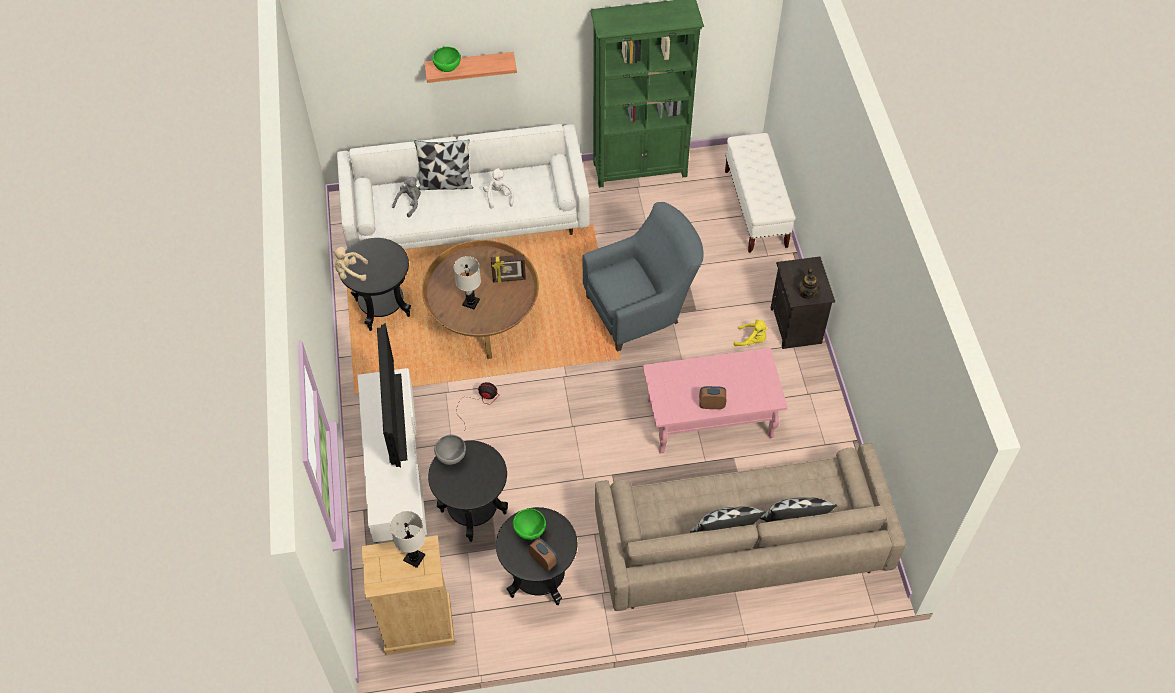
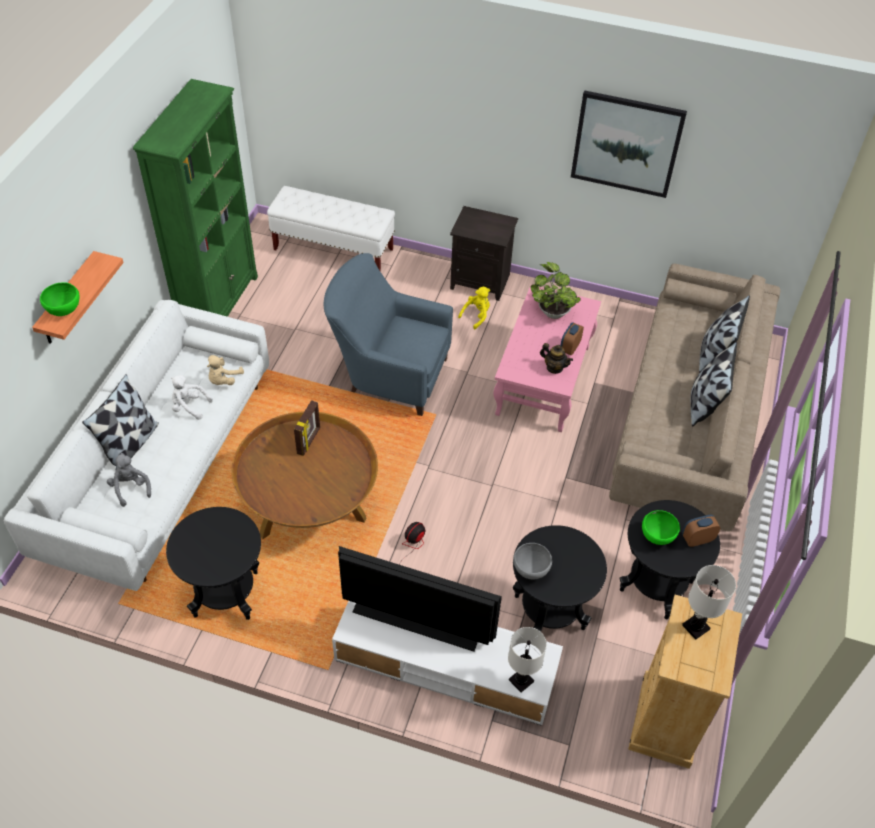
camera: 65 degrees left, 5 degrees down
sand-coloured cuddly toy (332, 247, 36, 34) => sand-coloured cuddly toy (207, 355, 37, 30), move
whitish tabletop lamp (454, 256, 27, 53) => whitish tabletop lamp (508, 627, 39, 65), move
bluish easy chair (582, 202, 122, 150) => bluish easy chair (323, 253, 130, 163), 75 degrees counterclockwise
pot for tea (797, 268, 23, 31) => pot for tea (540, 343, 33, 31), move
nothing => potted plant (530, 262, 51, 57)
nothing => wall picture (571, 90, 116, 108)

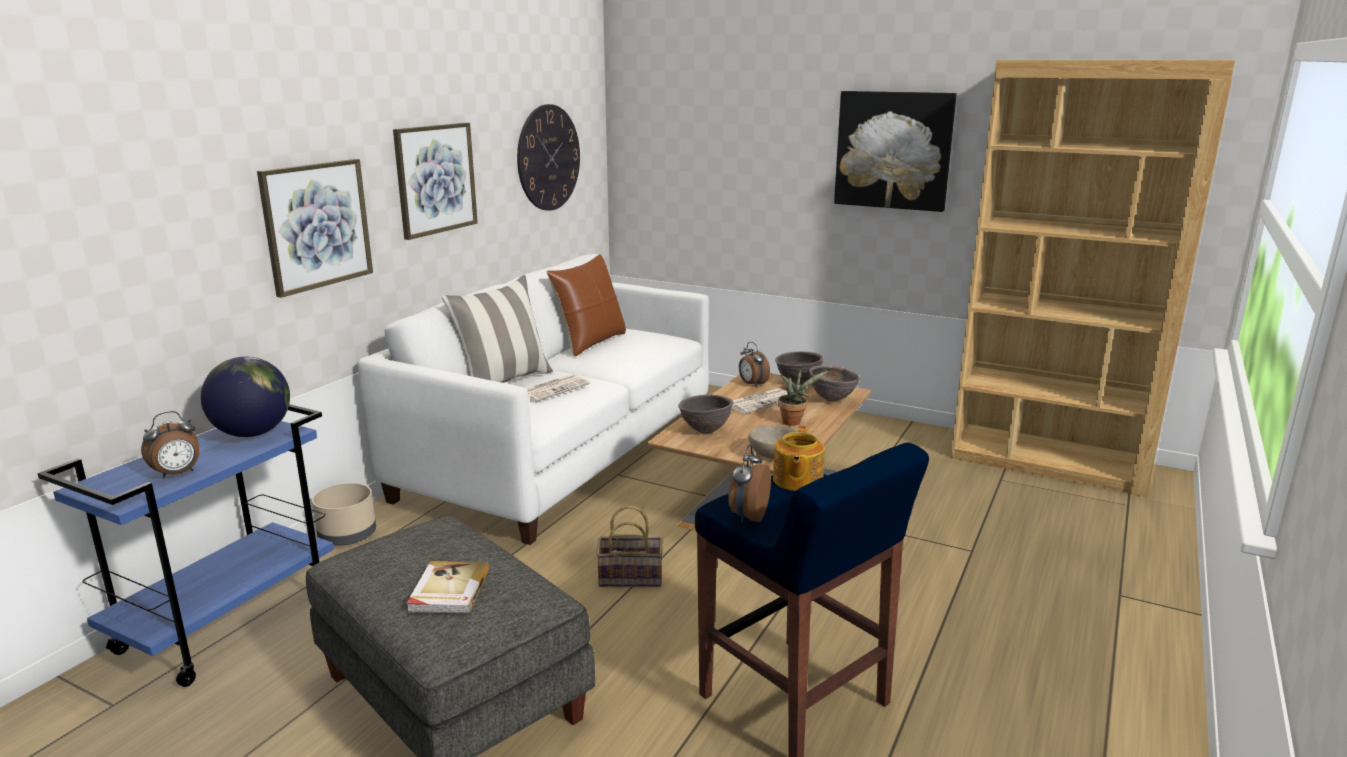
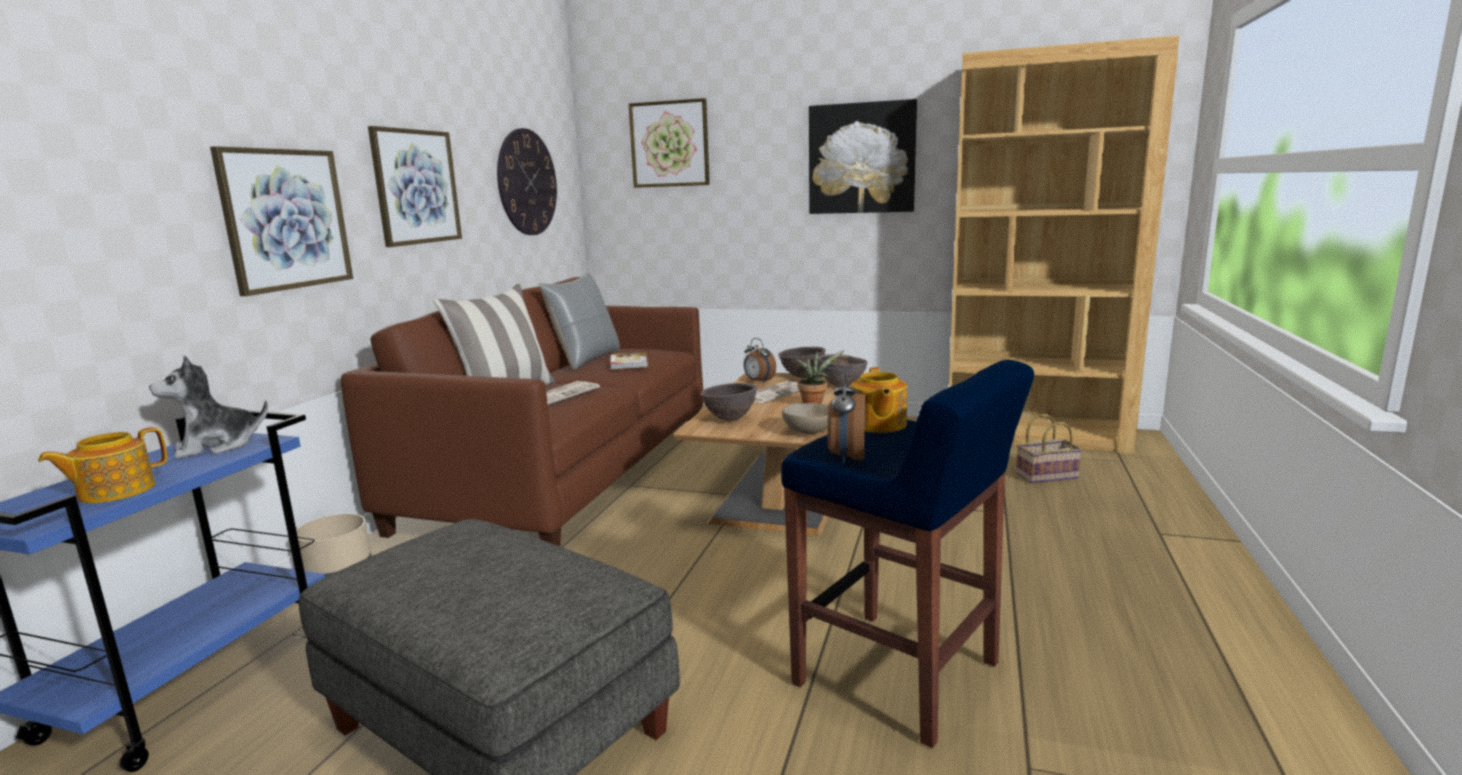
camera: 10 degrees left, 5 degrees down
alarm clock (141, 411, 58, 68) => pot for tea (38, 427, 129, 76)
globe (201, 357, 89, 80) => cuddly toy (149, 355, 119, 104)
whitish sofa (358, 254, 351, 291) => brown-coloured sofa (341, 277, 363, 269)
book (406, 561, 84, 53) => book (610, 352, 38, 17), move
brown-coloured cushion (546, 254, 80, 102) => grey cushion (539, 273, 81, 97)
household basket (596, 505, 67, 82) => household basket (1016, 414, 66, 69), move
nothing => wall picture (628, 98, 82, 90)

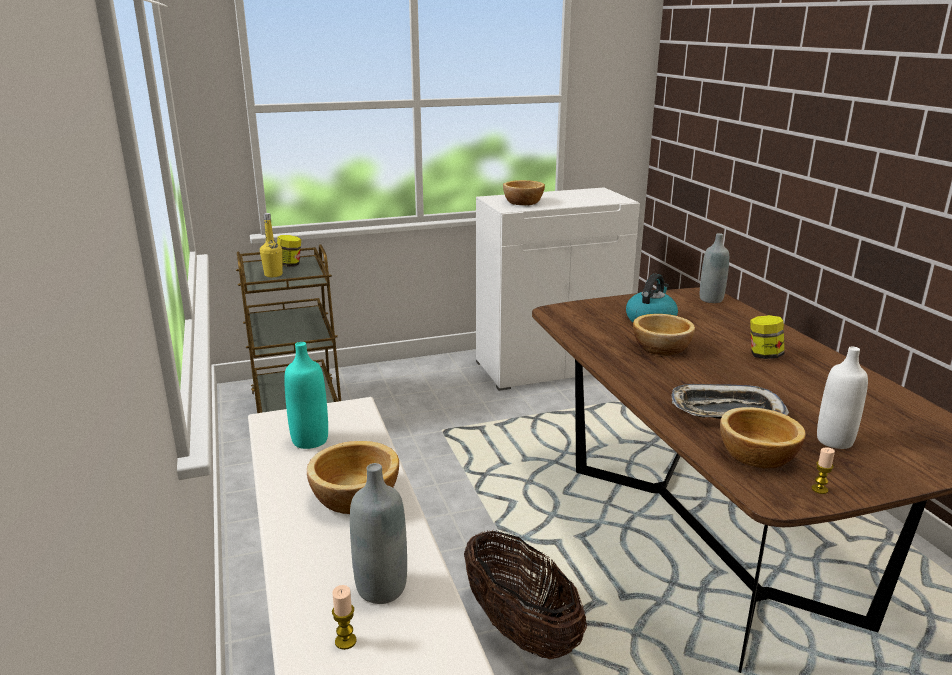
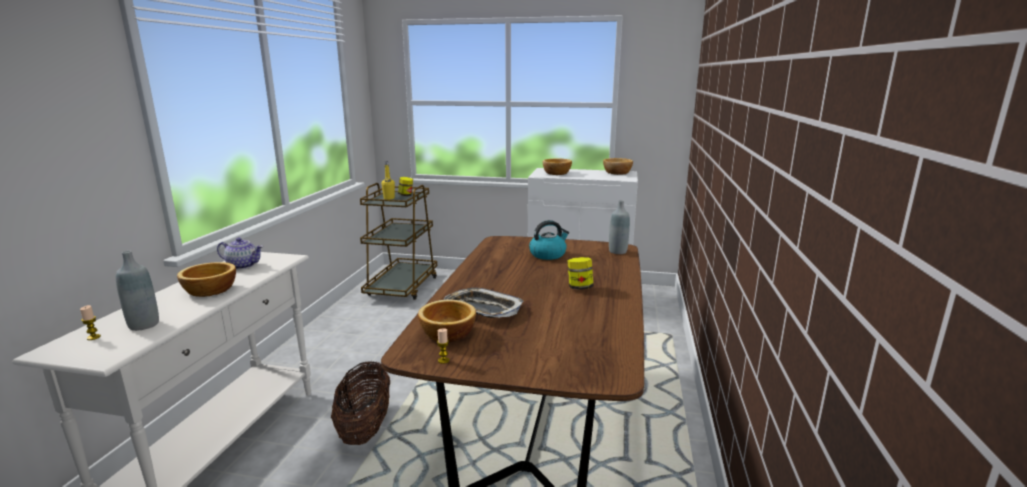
camera: 30 degrees right, 5 degrees down
blue-green bottle (284, 342, 44, 107) => pot for tea (217, 237, 46, 32)
deep dish (633, 314, 62, 42) => deep dish (603, 158, 30, 17), move
whitish bottle (817, 347, 51, 102) => nothing

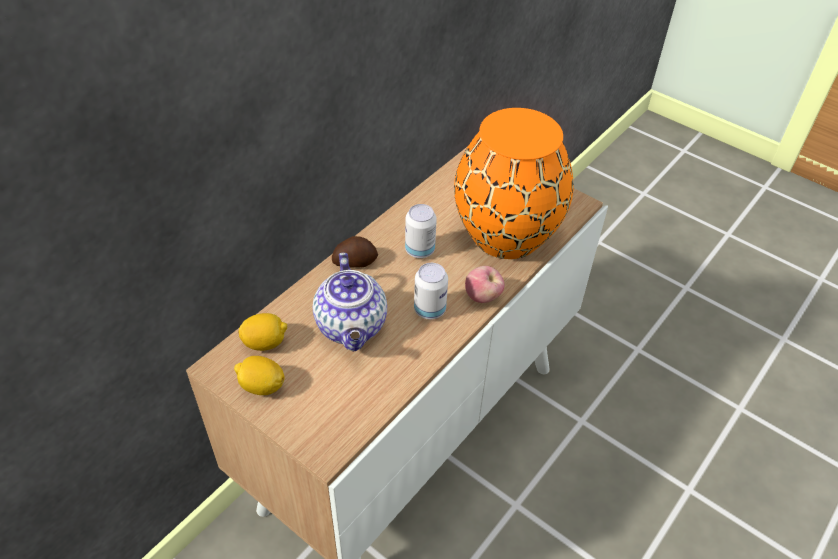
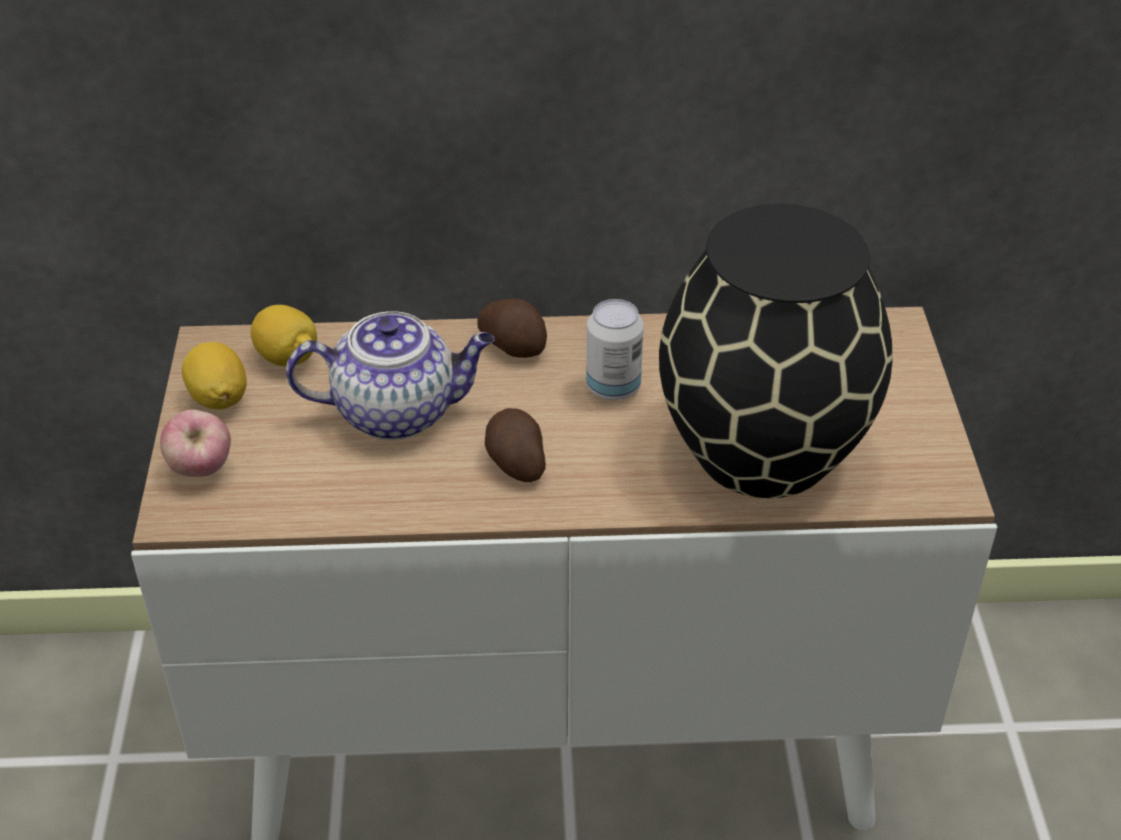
camera: 50 degrees right, 5 degrees down
pot for tea (313, 253, 74, 98) => pot for tea (286, 311, 209, 129), 135 degrees counterclockwise
sealed can (414, 263, 34, 56) => whole potato (485, 408, 61, 74)
orange flower vase (454, 108, 120, 151) => black-coloured flower vase (659, 204, 234, 294)
apple (465, 266, 39, 37) => apple (160, 409, 71, 68), move

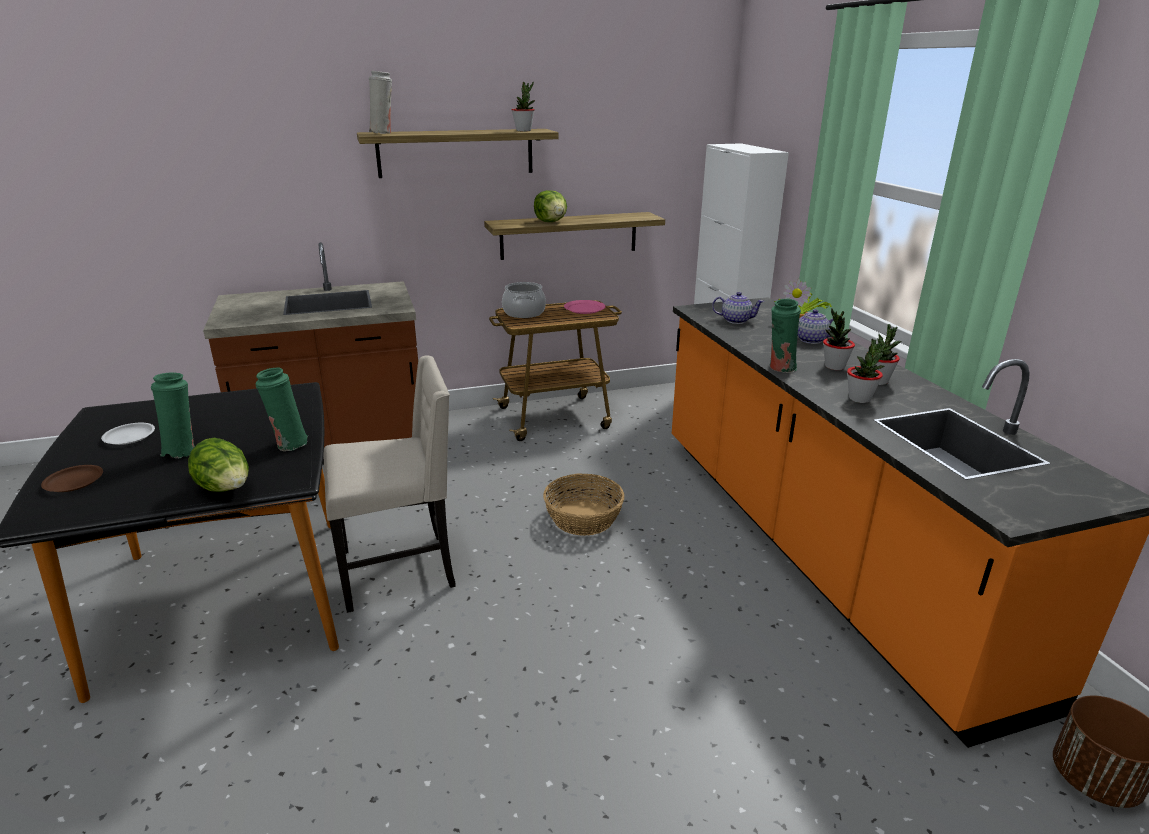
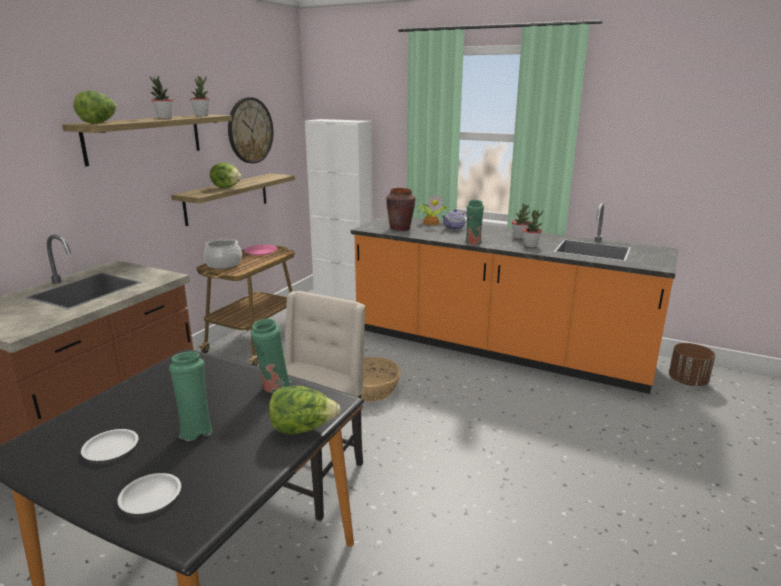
camera: 45 degrees left, 5 degrees down
brown-coloured flat dish (41, 465, 62, 27) => whitish flat dish (118, 473, 63, 41)
whitish flower vase (369, 71, 23, 63) => lettuce head (73, 90, 44, 34)
pot for tea (712, 292, 52, 32) => brown-coloured flower vase (386, 188, 30, 43)
potted plant (823, 308, 32, 62) => potted plant (150, 76, 24, 43), move
nothing => wall clock (228, 97, 45, 66)

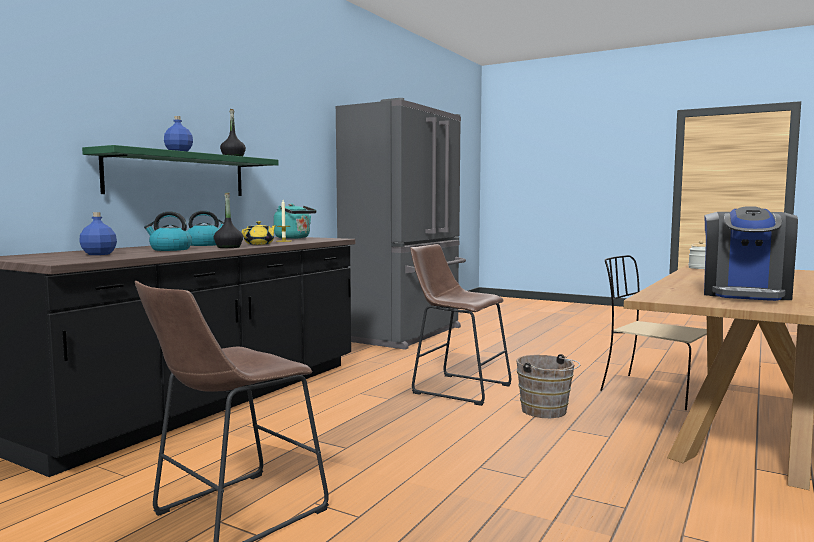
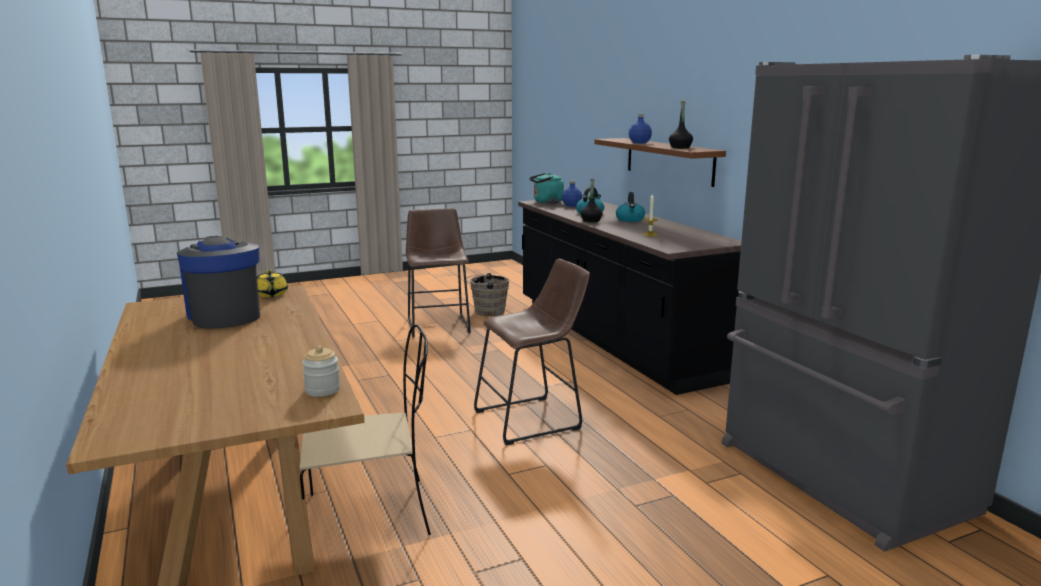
camera: 125 degrees right, 10 degrees up
greenish shelf (82, 145, 196, 51) => brown-coloured shelf (594, 138, 132, 49)
yellowish pot for tea (242, 221, 35, 24) => yellowish pot for tea (257, 270, 31, 27), move
blue-green tea kettle (274, 203, 42, 36) => blue-green tea kettle (530, 173, 34, 31), move
brown-coloured bucket (516, 354, 64, 64) => brown-coloured bucket (466, 273, 43, 43), move

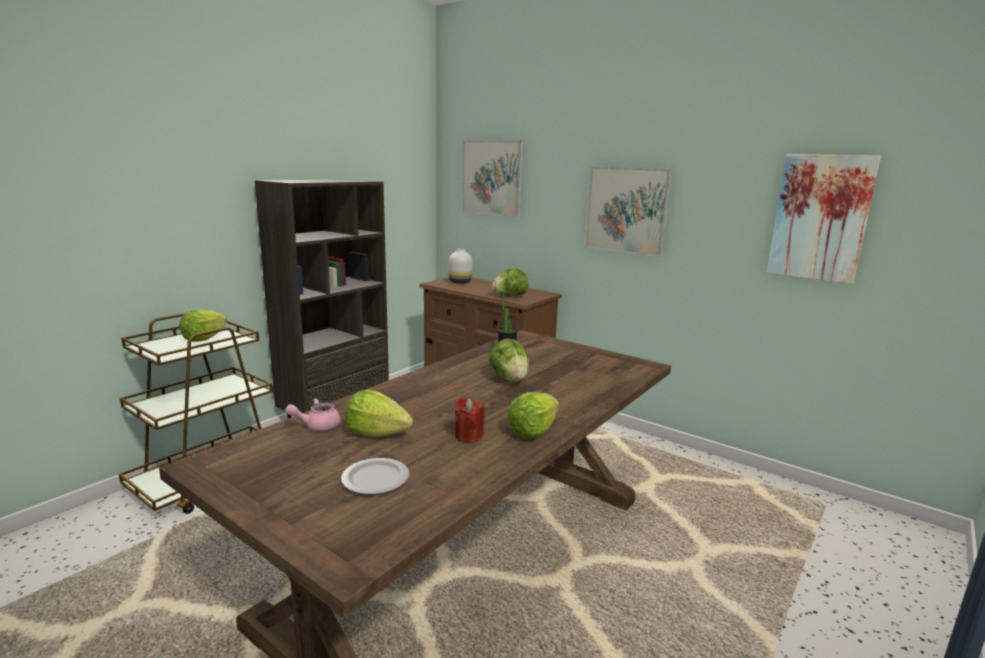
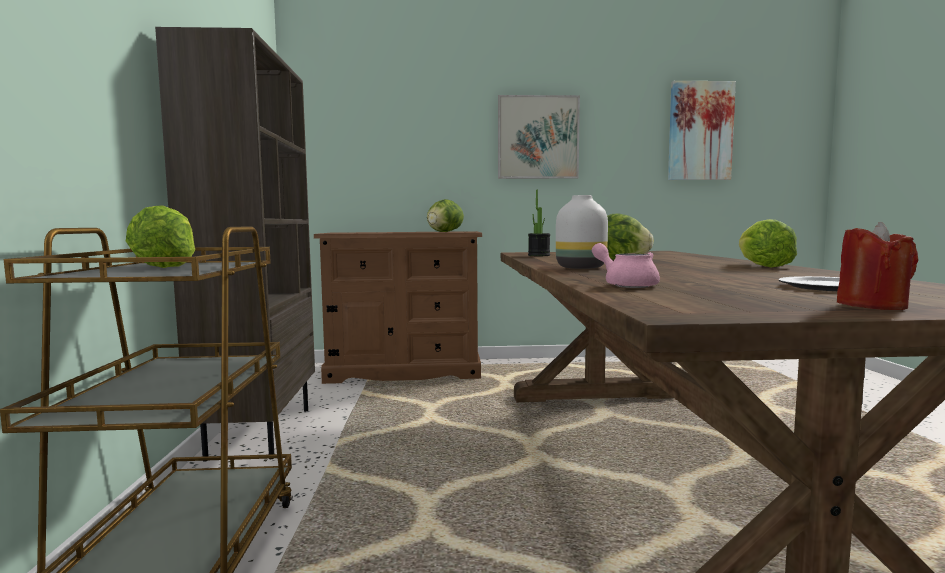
camera: 40 degrees left, 10 degrees down
pink-coloured pot for tea (285, 398, 56, 33) => pink-coloured pot for tea (592, 243, 68, 45), 120 degrees clockwise
lettuce head (345, 390, 68, 47) => nothing
whitish flower vase (449, 249, 23, 35) => whitish flower vase (556, 195, 52, 74), move
reddish candle (455, 397, 29, 46) => reddish candle (837, 222, 81, 88), move
wall picture (462, 140, 61, 77) => nothing

